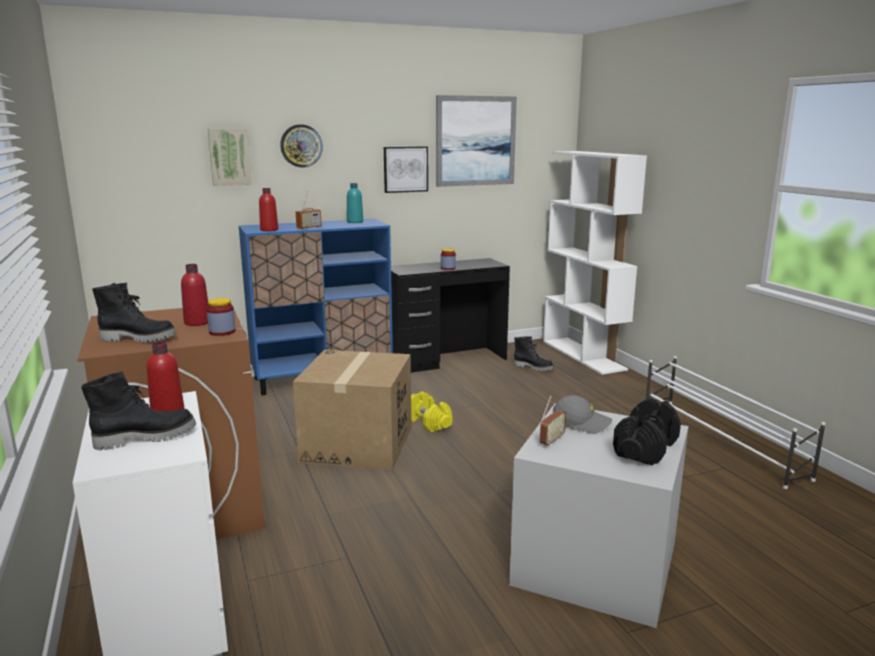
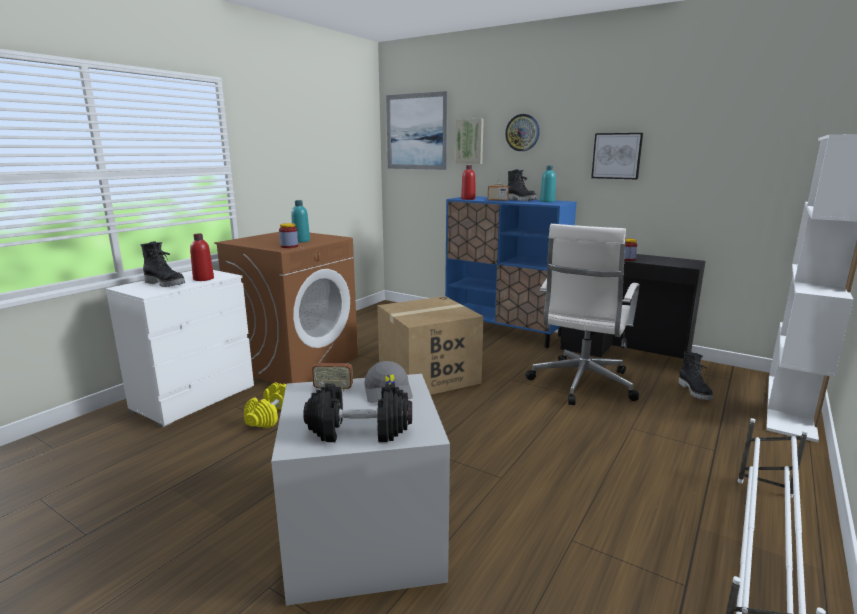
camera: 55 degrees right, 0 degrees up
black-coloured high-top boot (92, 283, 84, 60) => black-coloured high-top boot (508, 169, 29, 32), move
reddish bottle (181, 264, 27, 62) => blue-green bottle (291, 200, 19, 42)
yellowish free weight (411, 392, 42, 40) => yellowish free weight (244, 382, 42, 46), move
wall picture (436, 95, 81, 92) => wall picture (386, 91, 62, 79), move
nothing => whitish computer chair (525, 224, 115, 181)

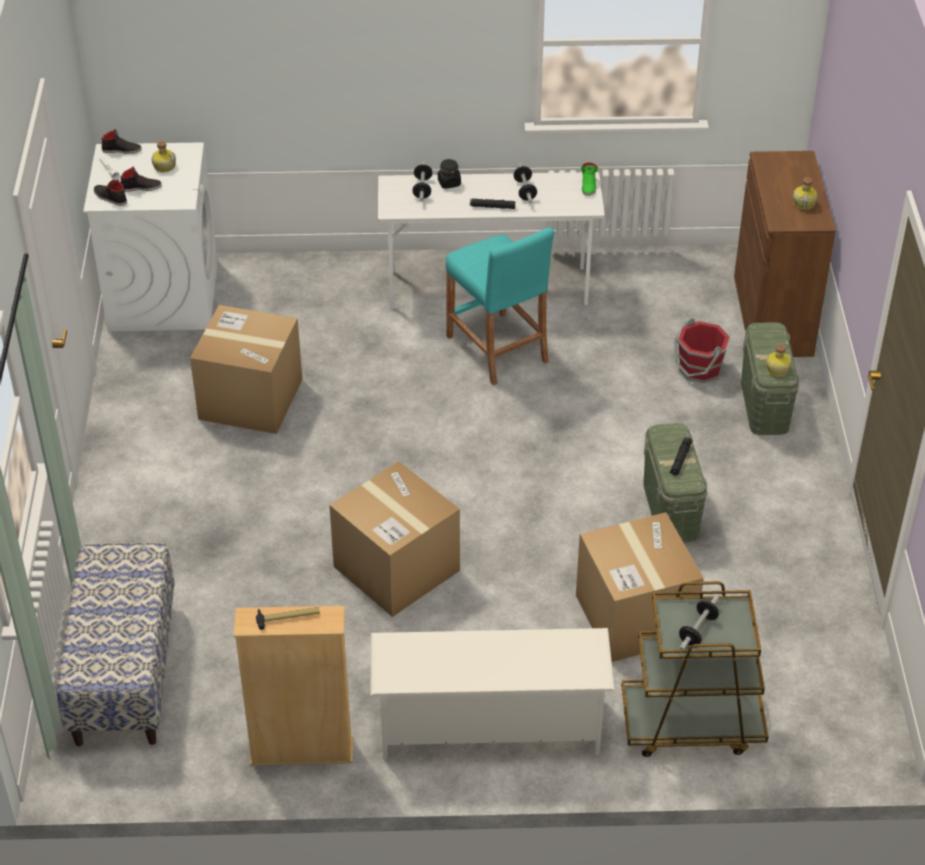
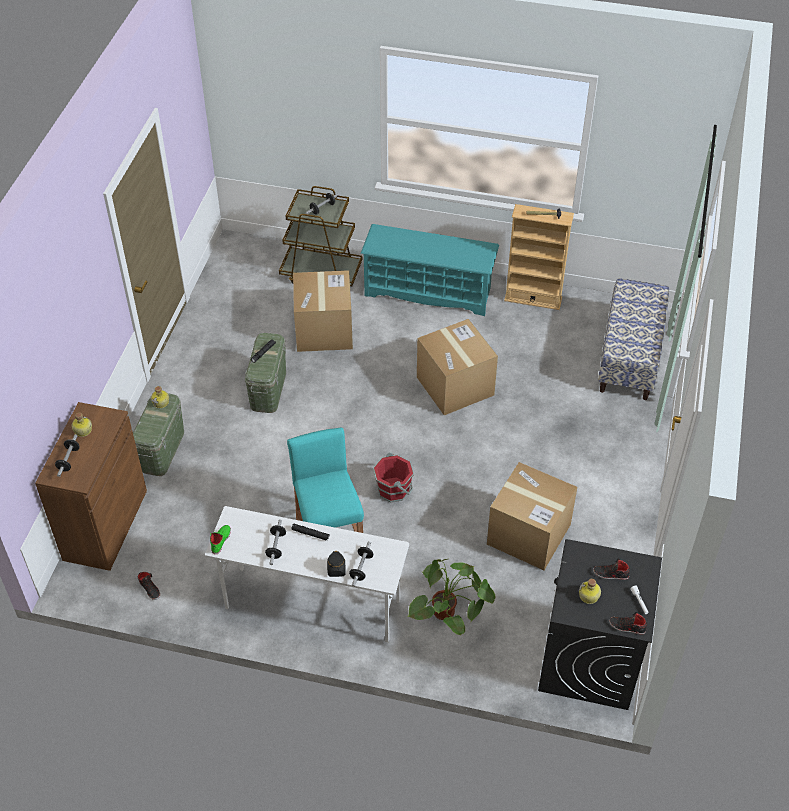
camera: 165 degrees left, 5 degrees up
whitish laundry appliance (83, 142, 135, 189) => black-coloured laundry appliance (538, 539, 124, 171)
black-coloured shoe (94, 179, 33, 27) => black-coloured shoe (138, 572, 22, 28), move
whitish shoe rack (370, 628, 245, 132) => blue-green shoe rack (361, 224, 138, 92)
reddish bucket (674, 318, 57, 65) => reddish bucket (373, 452, 41, 50), move
nothing => free weight (55, 434, 25, 43)
nothing => potted plant (407, 559, 88, 76)

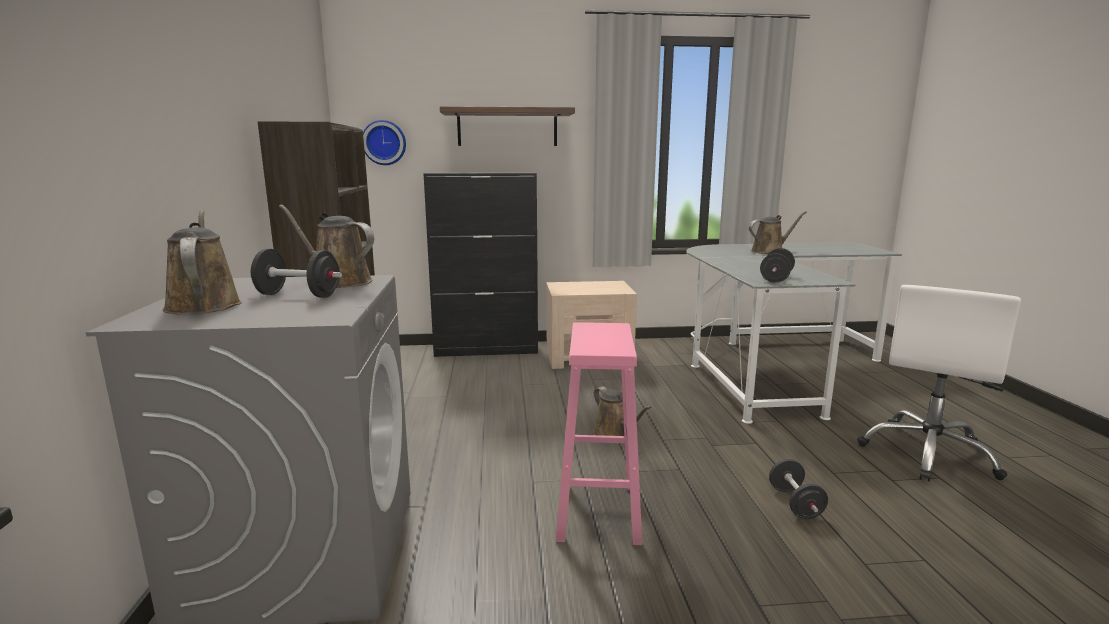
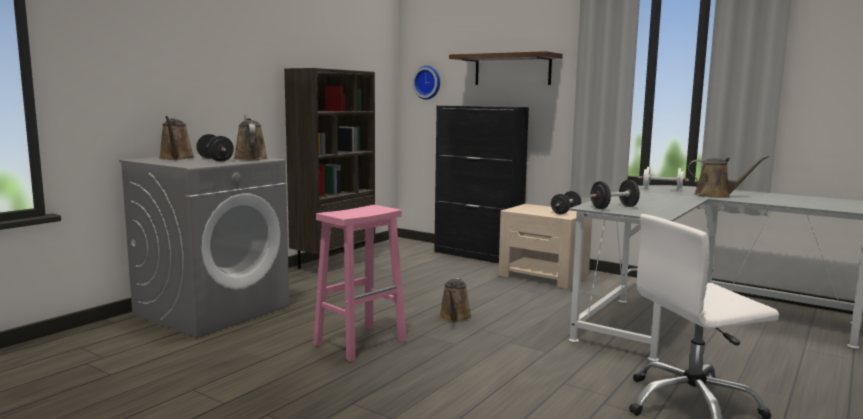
camera: 40 degrees right, 5 degrees down
brown-coloured watering pot (163, 210, 79, 105) => brown-coloured watering pot (159, 116, 35, 44), 150 degrees clockwise
black-coloured free weight (769, 459, 59, 60) => black-coloured free weight (551, 191, 30, 23), move
nothing => whitish free weight (638, 167, 51, 24)

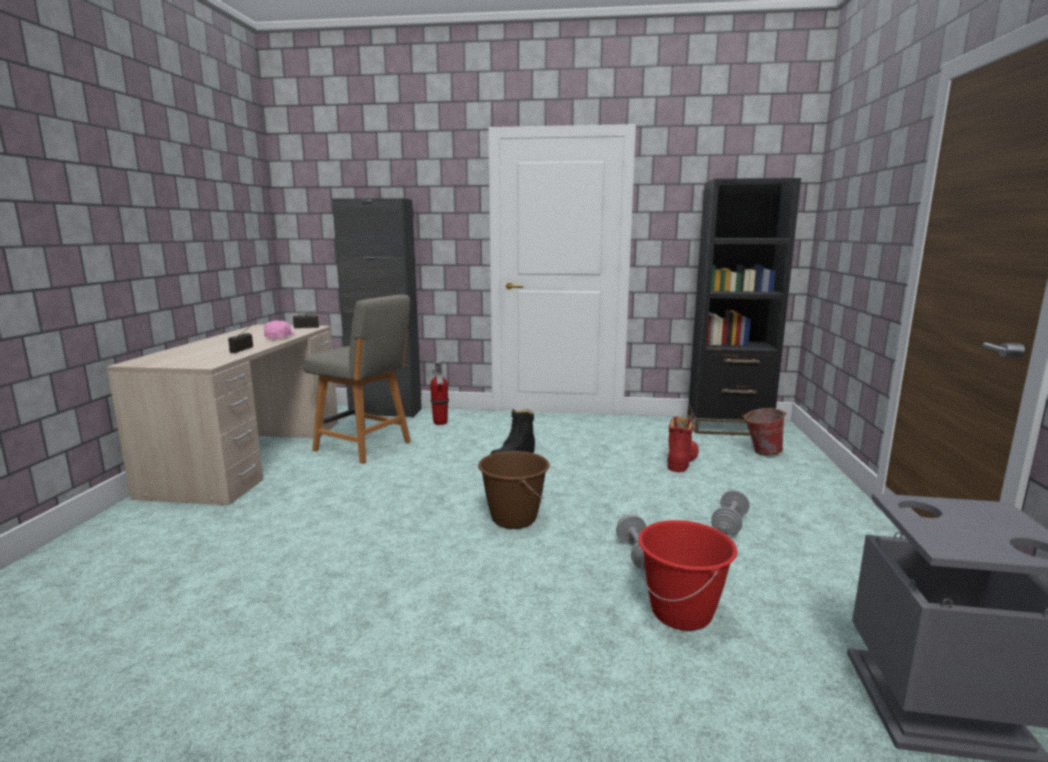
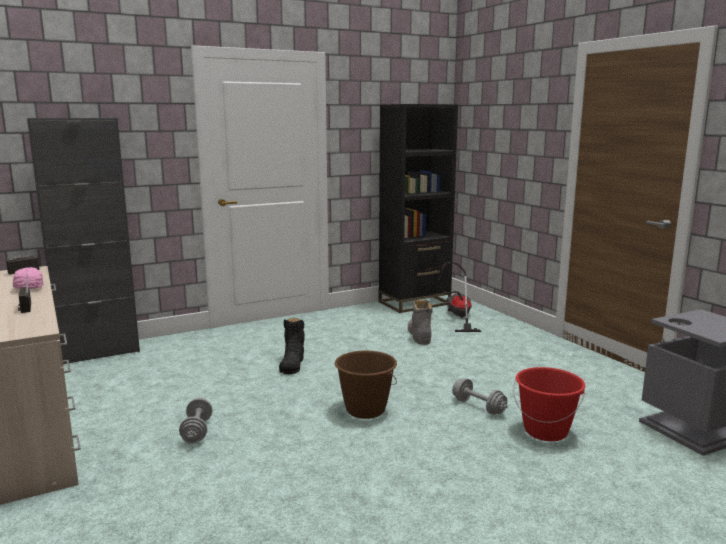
camera: 35 degrees left, 0 degrees up
grey chair (303, 295, 108, 169) => nothing
fire extinguisher (430, 361, 19, 64) => nothing
reddish high-top boot (667, 416, 32, 56) => grey high-top boot (408, 300, 25, 45)
grey free weight (711, 490, 39, 46) => grey free weight (179, 398, 34, 46), move
bucket (743, 408, 43, 48) => hoover (438, 262, 43, 70)

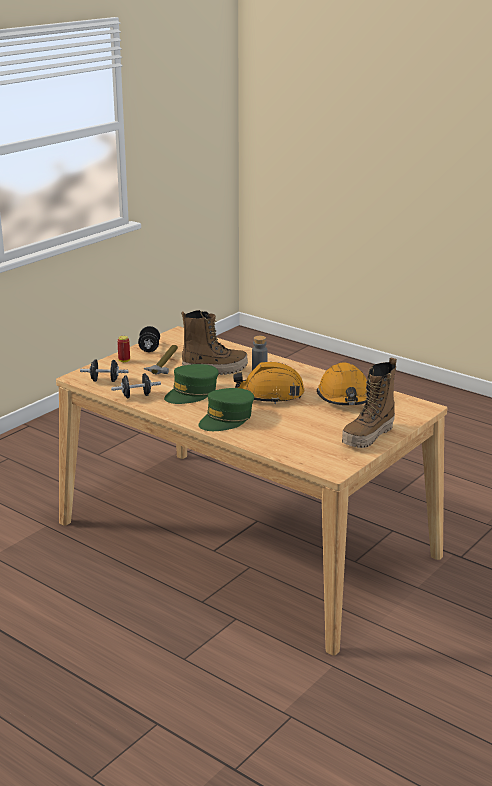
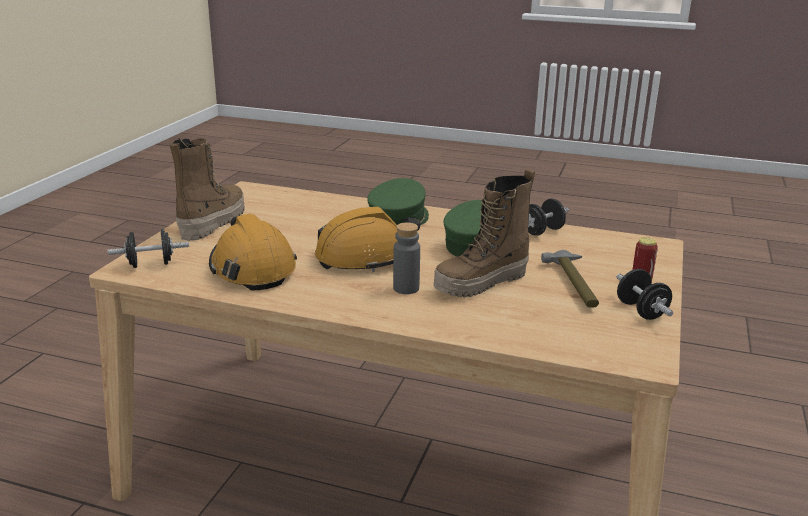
camera: 160 degrees right, 0 degrees up
black-coloured free weight (80, 359, 48, 23) => black-coloured free weight (108, 229, 81, 39), move

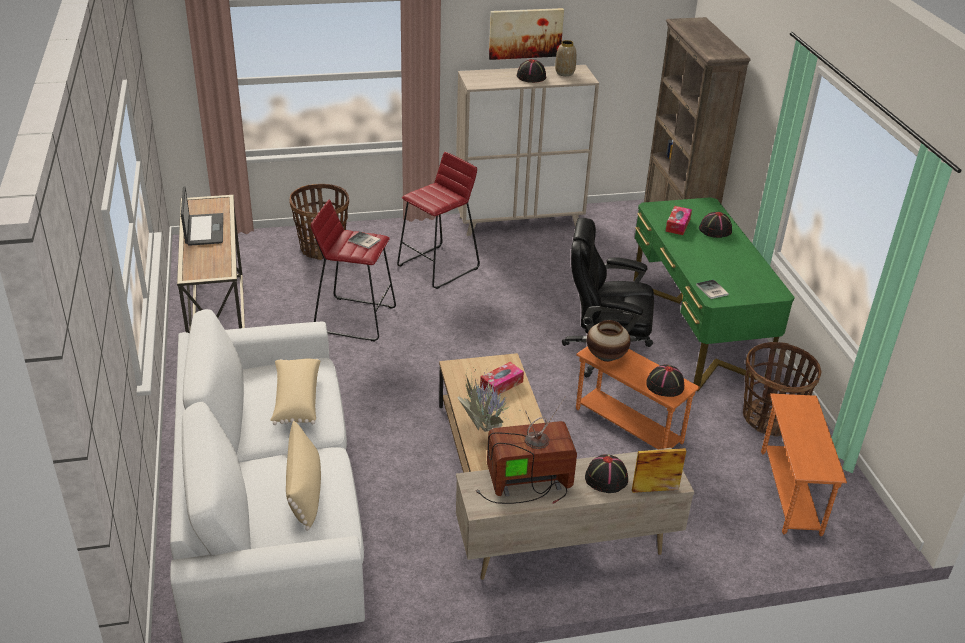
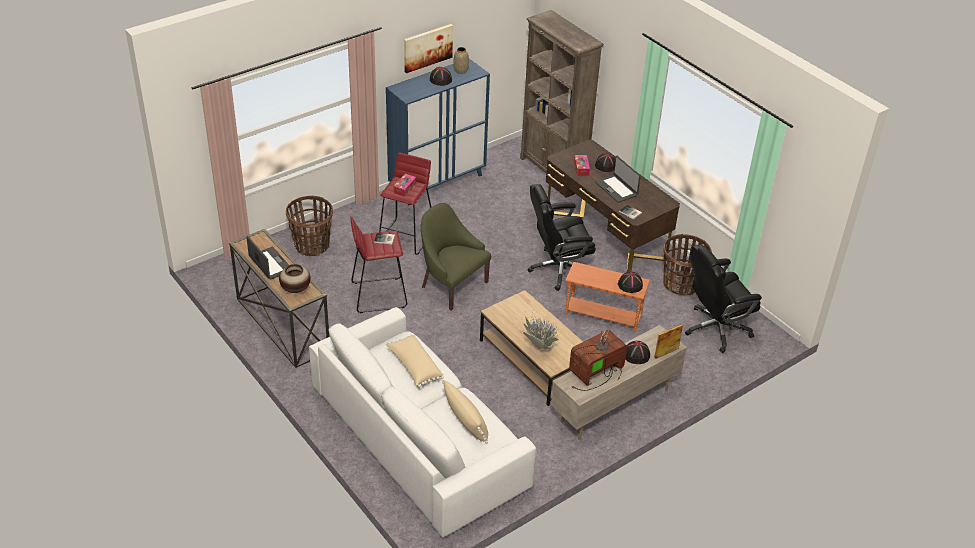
camera: 25 degrees left, 5 degrees up
sand-coloured cabinet (456, 65, 143, 171) => bluish cabinet (386, 59, 104, 146)
box of tissues (480, 362, 44, 33) => box of tissues (393, 174, 23, 23), move
flower vase (587, 320, 44, 42) => flower vase (279, 264, 32, 29), move
greenish desk (634, 197, 161, 194) => brown-coloured desk (546, 140, 134, 132)
orange accent table (761, 393, 86, 143) => black-coloured computer chair (685, 244, 77, 109)
nothing => greenish easy chair (421, 203, 70, 108)
nothing => laptop (595, 156, 46, 47)

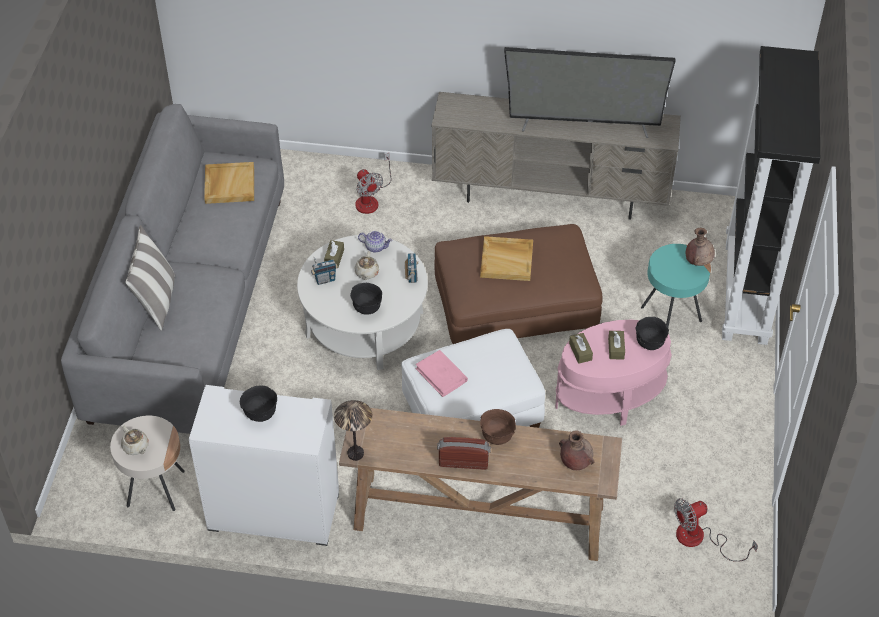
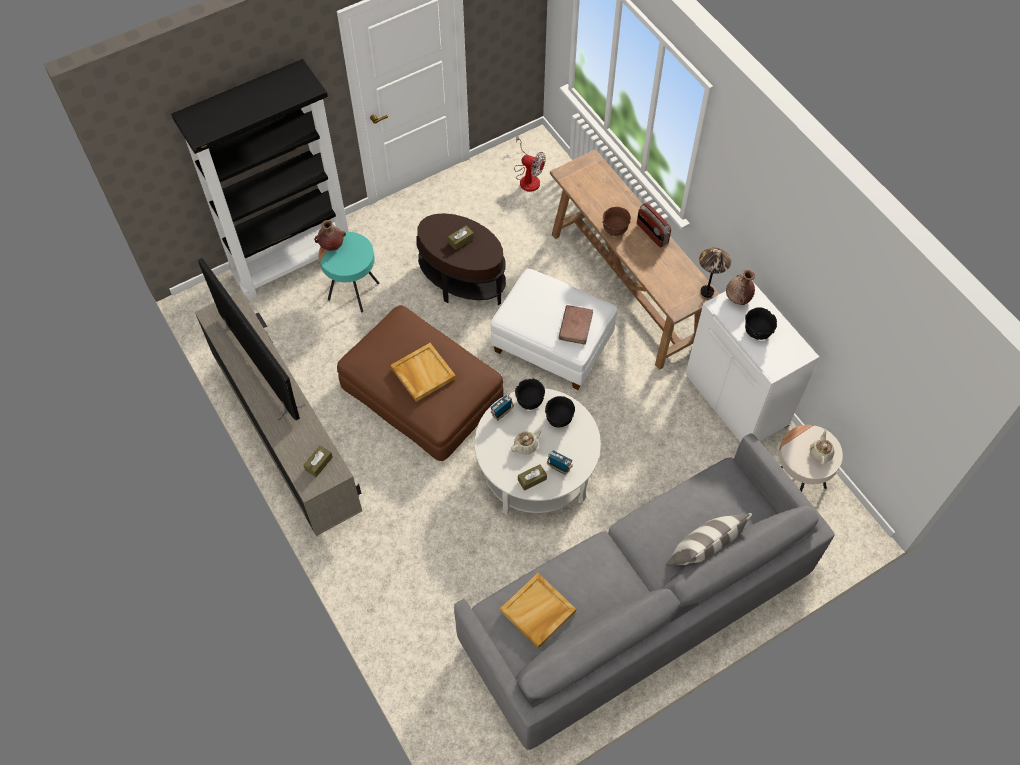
camera: 130 degrees left, 10 degrees up
fan (355, 153, 36, 61) => nothing
pot for tea (358, 231, 34, 22) => nothing
pink-coloured book (415, 350, 53, 47) => brown-coloured book (559, 305, 34, 40)
pink-coloured accent table (555, 319, 117, 107) => brown-coloured accent table (416, 213, 90, 92)
brown-coloured flower vase (559, 431, 36, 39) => brown-coloured flower vase (726, 270, 29, 35), move
brown-coloured box of tissues (569, 333, 24, 31) => brown-coloured box of tissues (304, 445, 29, 32), move
black-coloured deep dish (636, 317, 33, 33) => black-coloured deep dish (515, 378, 30, 32), move

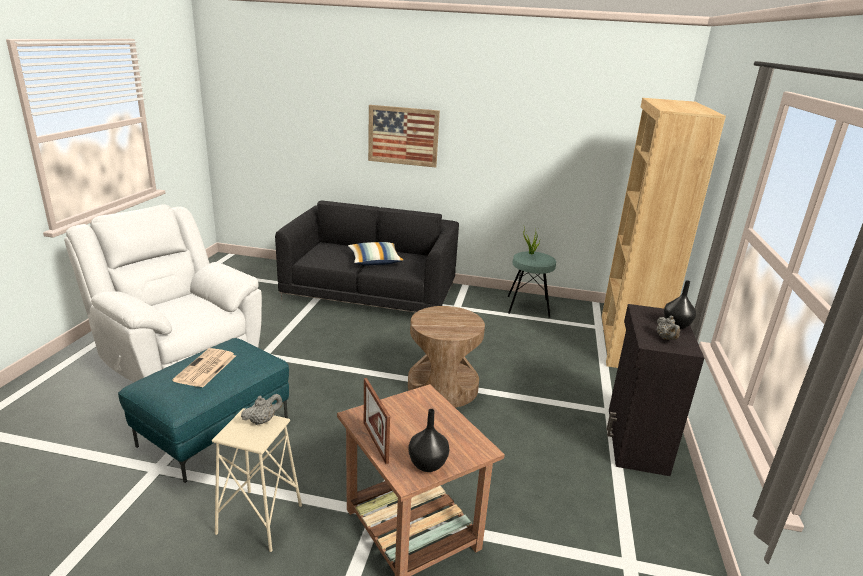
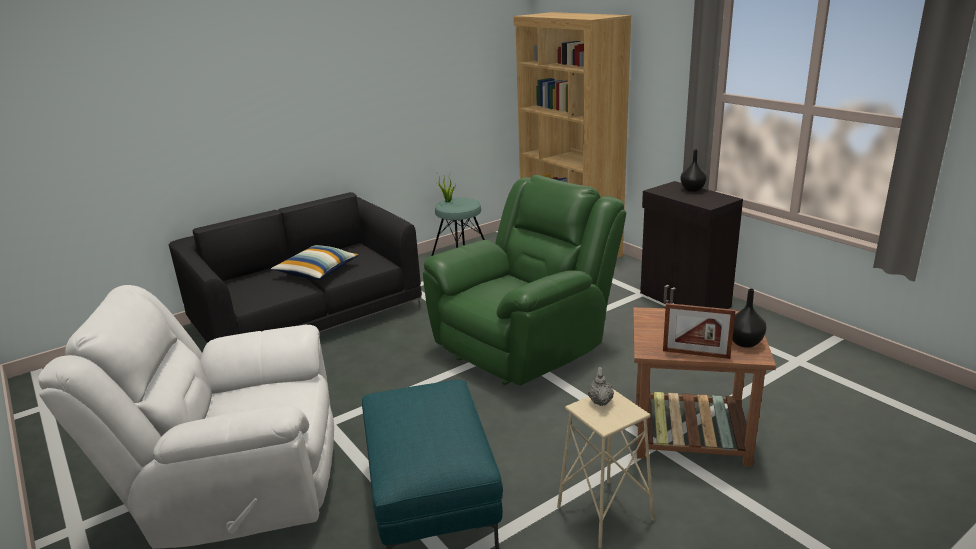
camera: 45 degrees left, 0 degrees up
newspaper (172, 348, 64, 40) => nothing
wall picture (368, 105, 72, 62) => nothing
brown-coloured accent table (408, 306, 77, 102) => greenish easy chair (423, 175, 203, 210)
grey pot for tea (657, 316, 23, 24) => nothing

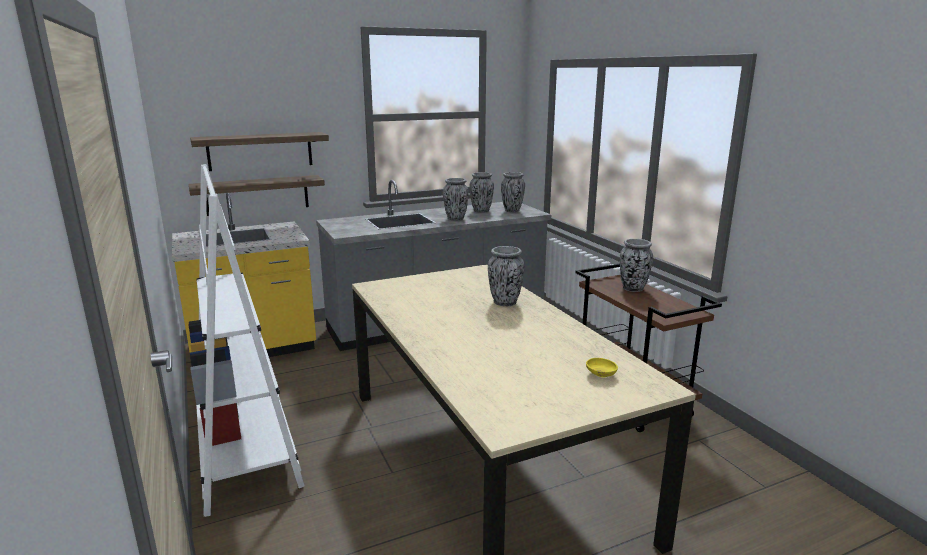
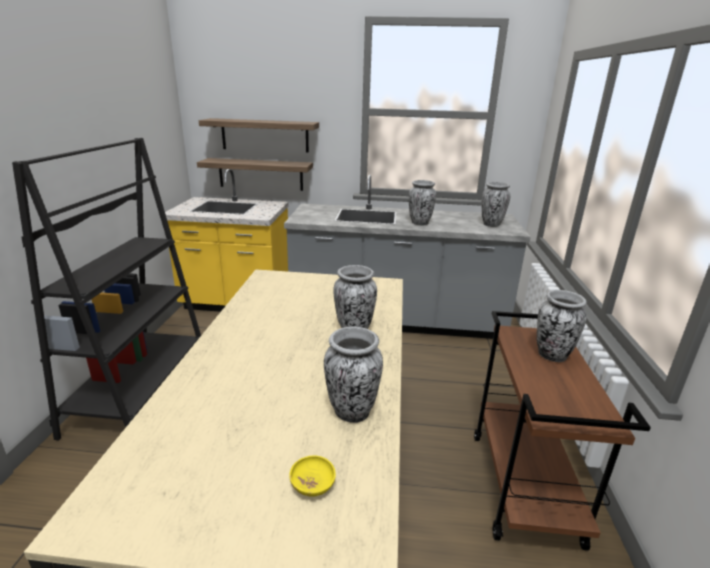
camera: 30 degrees right, 5 degrees up
whitish shelving unit (189, 164, 116, 353) => black-coloured shelving unit (12, 138, 189, 303)
flower vase (470, 172, 24, 41) => flower vase (324, 326, 59, 97), move

